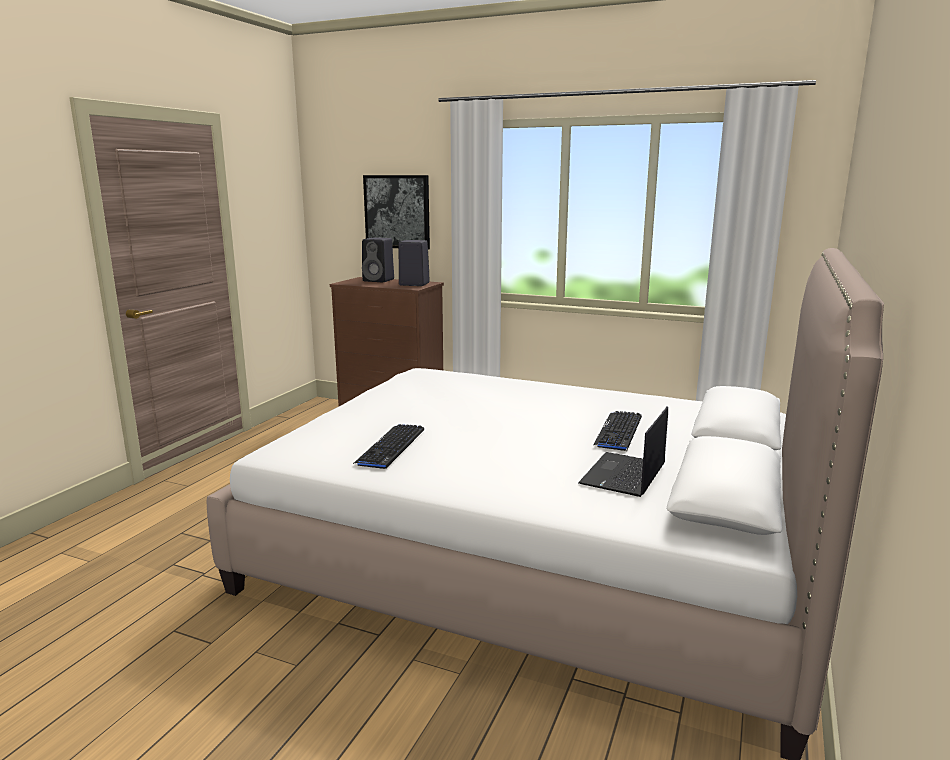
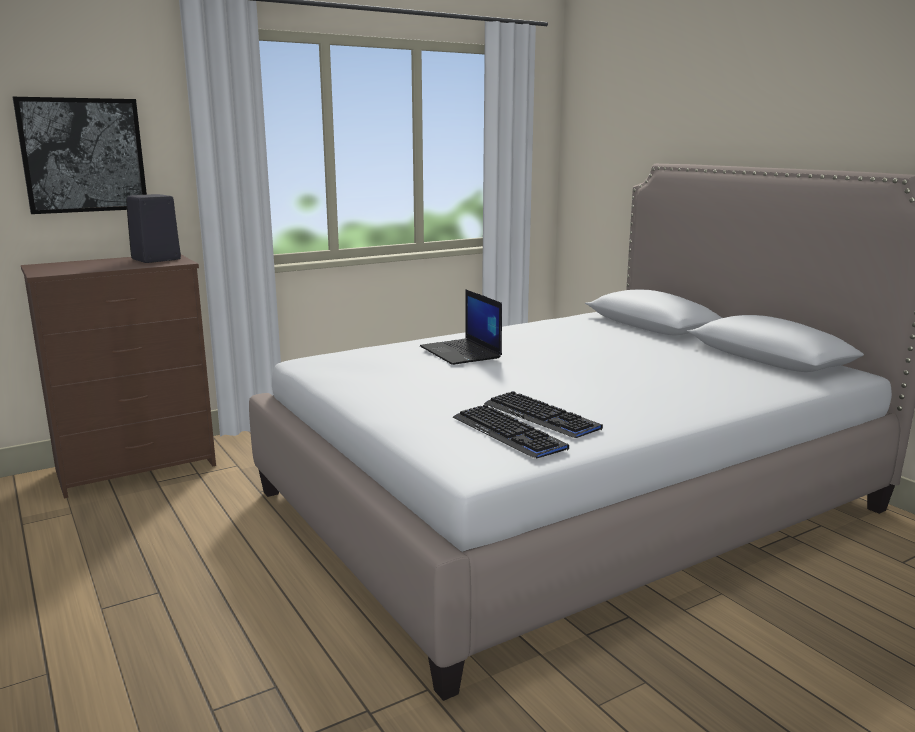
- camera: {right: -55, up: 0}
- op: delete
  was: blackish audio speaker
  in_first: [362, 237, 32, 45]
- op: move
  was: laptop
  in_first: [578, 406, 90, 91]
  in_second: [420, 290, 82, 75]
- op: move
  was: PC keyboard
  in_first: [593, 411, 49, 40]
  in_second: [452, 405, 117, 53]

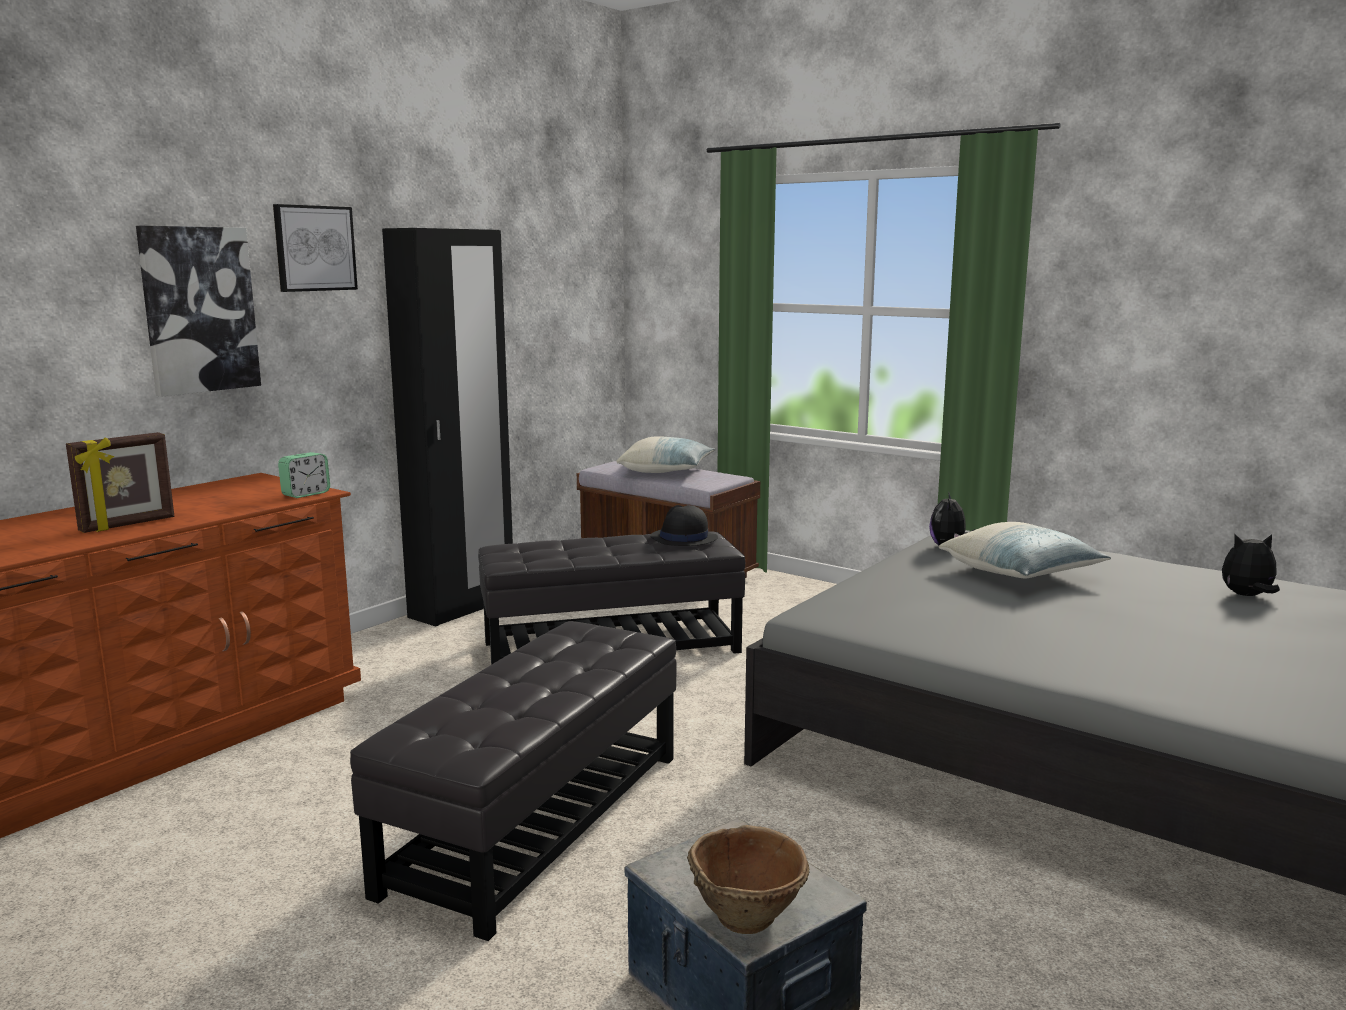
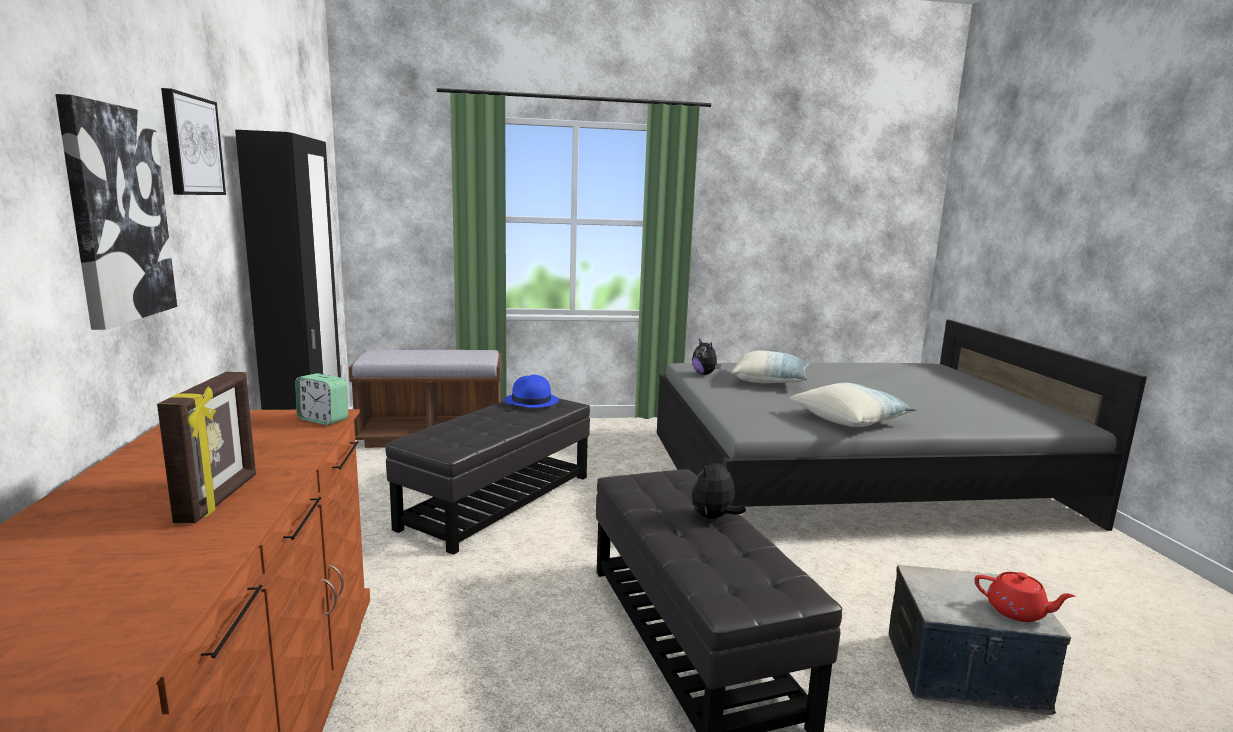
- camera: {right: -45, up: 0}
- op: move
  was: throw pillow
  in_first: [616, 436, 100, 37]
  in_second: [790, 383, 127, 44]
- op: rotate
  was: bedside clock
  in_first: [278, 452, 52, 46]
  in_second: [295, 373, 53, 52]
  clockwise: 120
- op: recolor
  was: blackish wearable hat
  now: bluish wearable hat
  in_first: [650, 505, 68, 41]
  in_second: [504, 375, 55, 33]
- op: move
  was: soft toy
  in_first: [1222, 534, 58, 62]
  in_second: [692, 456, 54, 63]
- op: replace
  was: brownish bowl
  now: red-coloured pot for tea
  in_first: [687, 825, 123, 109]
  in_second: [974, 572, 102, 50]

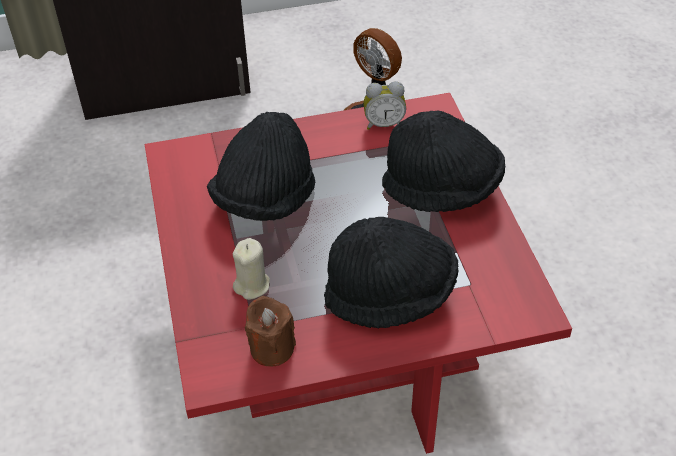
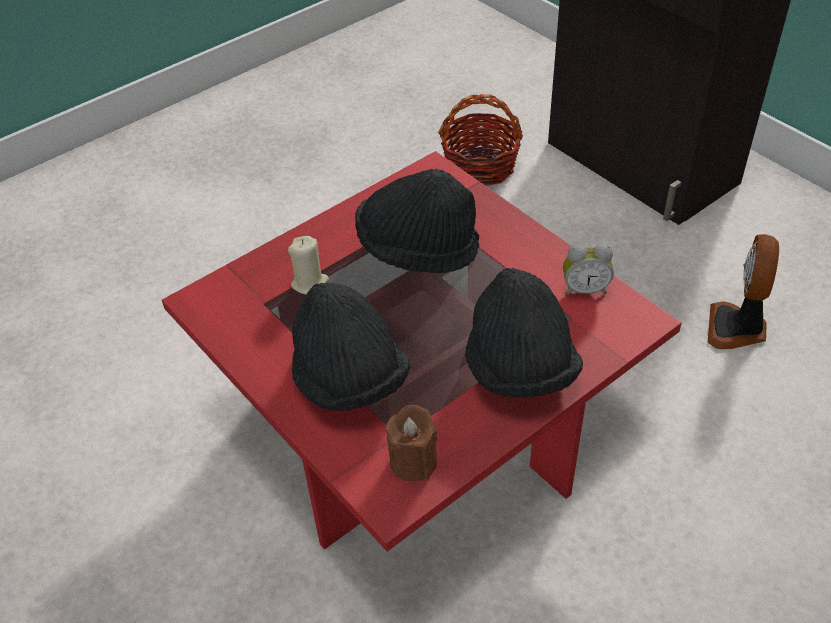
- camera: {right: 65, up: 0}
- op: rotate
  was: bedside clock
  in_first: [363, 81, 43, 49]
  in_second: [563, 243, 51, 53]
  clockwise: -60
- op: move
  was: brownish candle
  in_first: [245, 296, 51, 71]
  in_second: [385, 405, 52, 76]
- op: insert
  now: storage basket
  in_second: [438, 94, 85, 92]

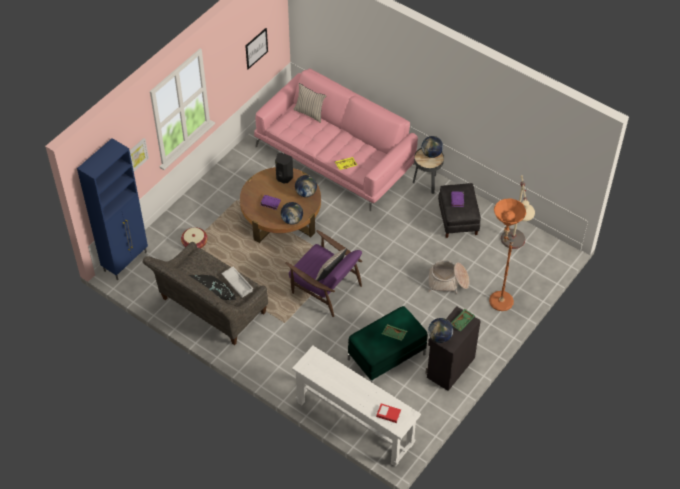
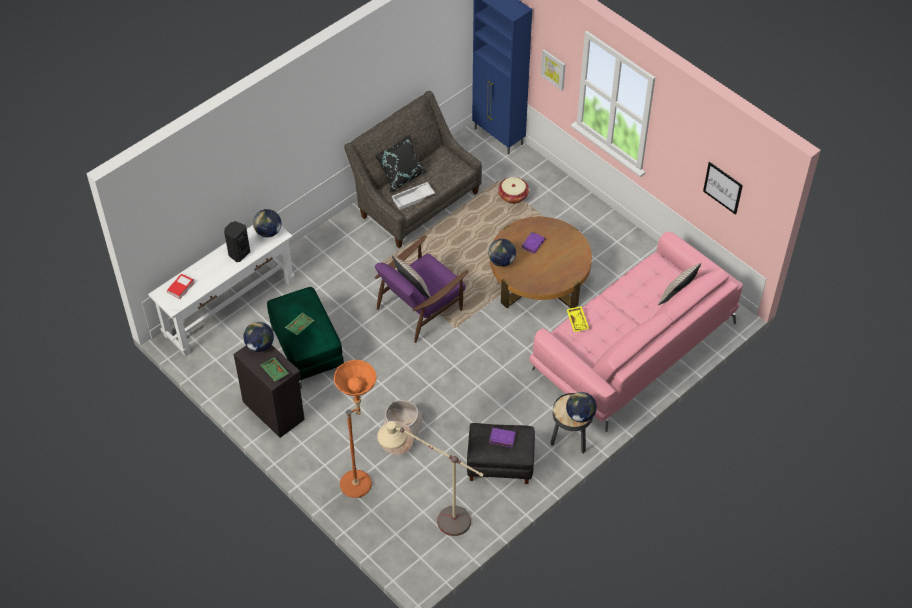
- camera: {right: 100, up: 0}
- op: move
  was: blackish audio speaker
  in_first: [275, 153, 18, 30]
  in_second: [224, 221, 26, 41]
- op: move
  was: desk globe
  in_first: [295, 175, 22, 22]
  in_second: [253, 209, 29, 28]

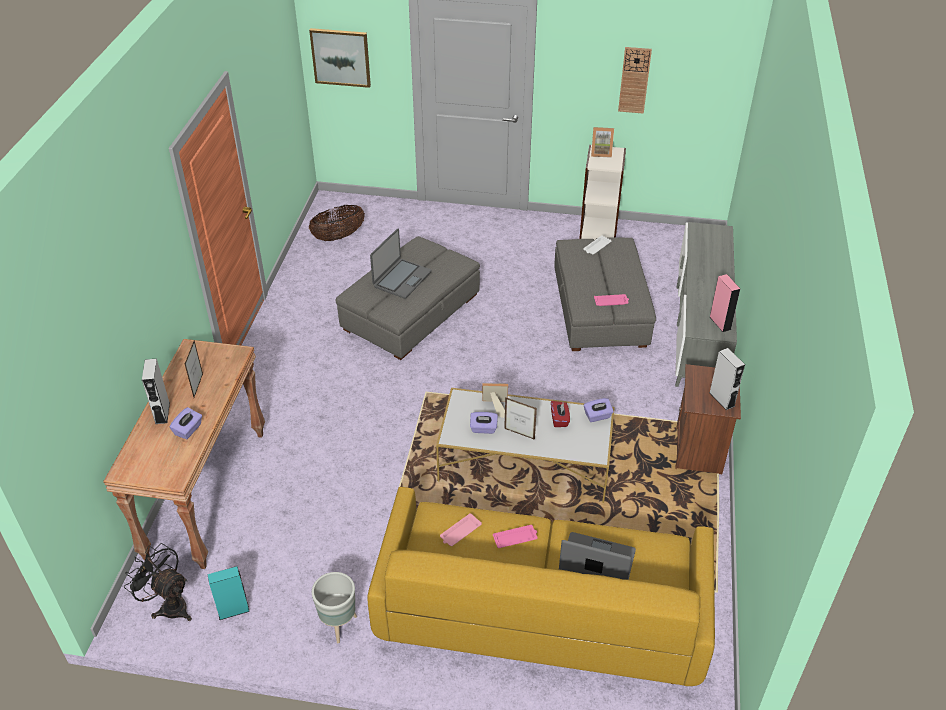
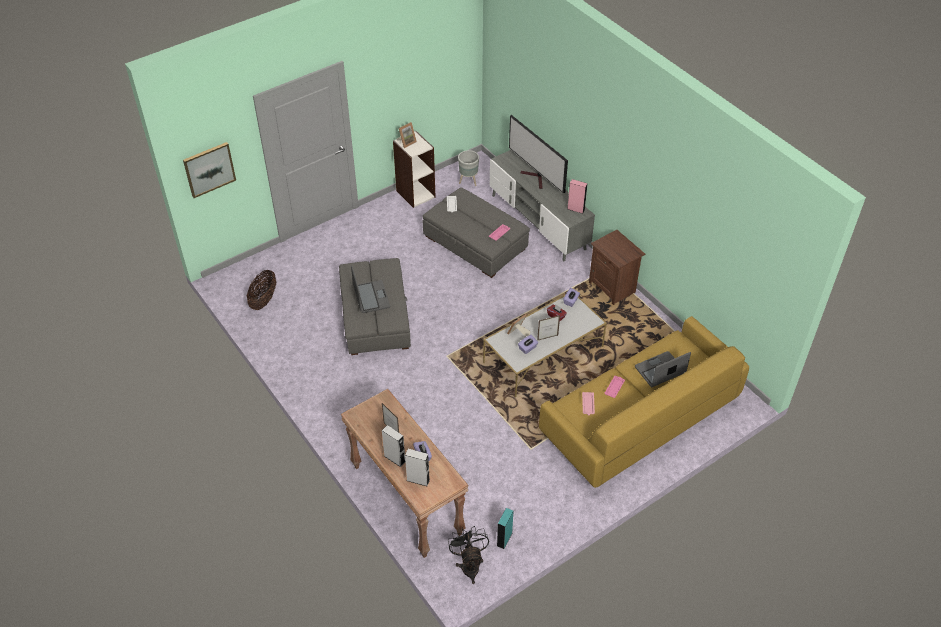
- camera: {right: -45, up: 5}
- op: delete
  was: hanging clock
  in_first: [618, 47, 34, 67]
- op: move
  was: greyish audio speaker
  in_first: [709, 348, 36, 62]
  in_second: [405, 449, 25, 37]
- op: rotate
  was: blackish cooling fan
  in_first: [124, 543, 68, 78]
  in_second: [448, 527, 41, 57]
  clockwise: 90
- op: move
  was: greyish flower pot
  in_first: [312, 572, 45, 71]
  in_second: [458, 150, 21, 36]
- op: insert
  now: television
  in_second: [509, 115, 59, 78]

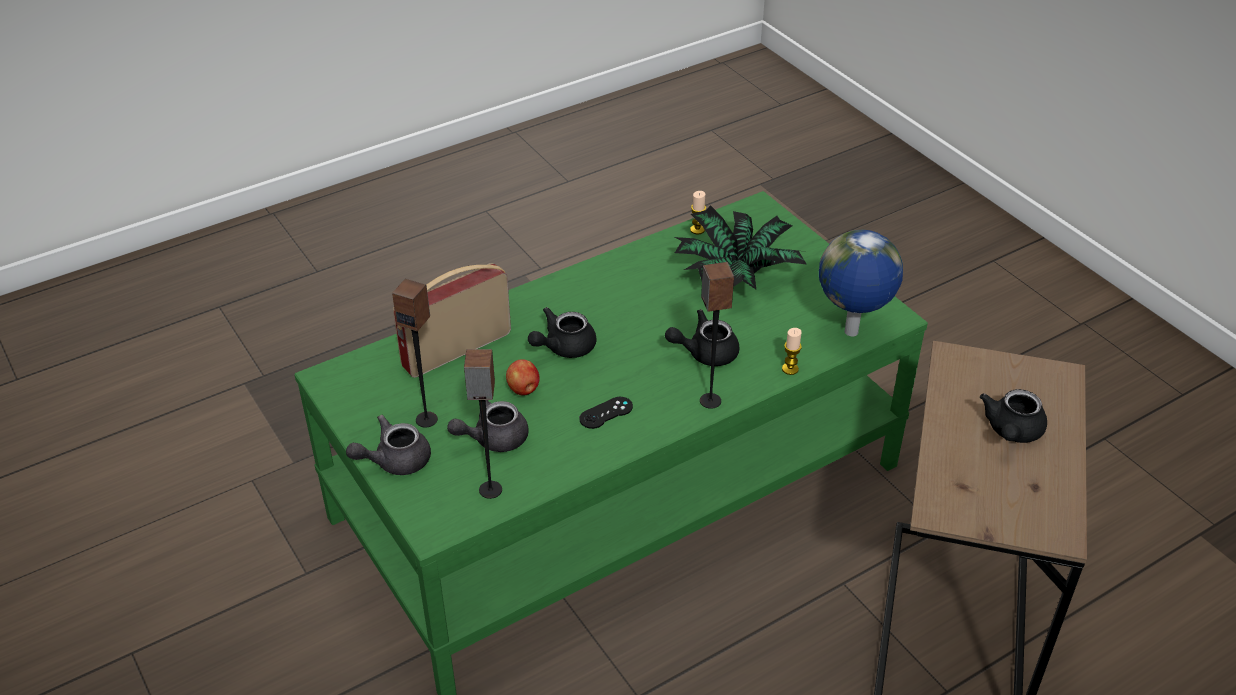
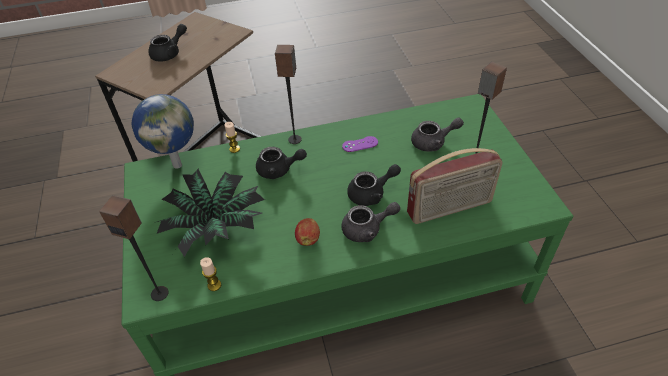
- camera: {right: -160, up: 5}
- op: move
  was: audio speaker
  in_first: [464, 349, 38, 150]
  in_second: [99, 195, 70, 106]
- op: move
  was: apple fruit
  in_first: [506, 359, 34, 37]
  in_second: [295, 218, 25, 28]
- op: recolor
  was: blackish joypad
  now: purplish joypad
  in_first: [580, 397, 53, 32]
  in_second: [342, 136, 36, 16]
- op: move
  was: greyish pot for tea
  in_first: [346, 415, 85, 60]
  in_second: [341, 202, 59, 40]

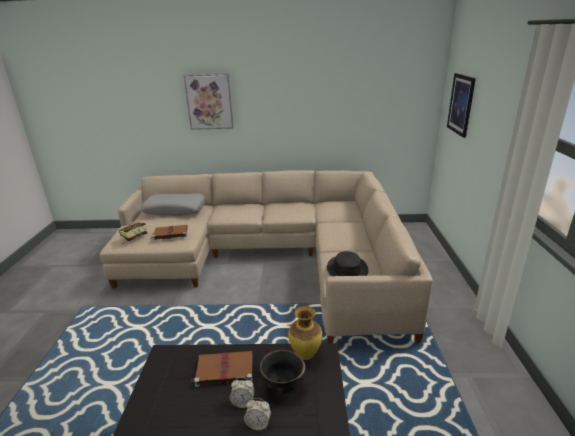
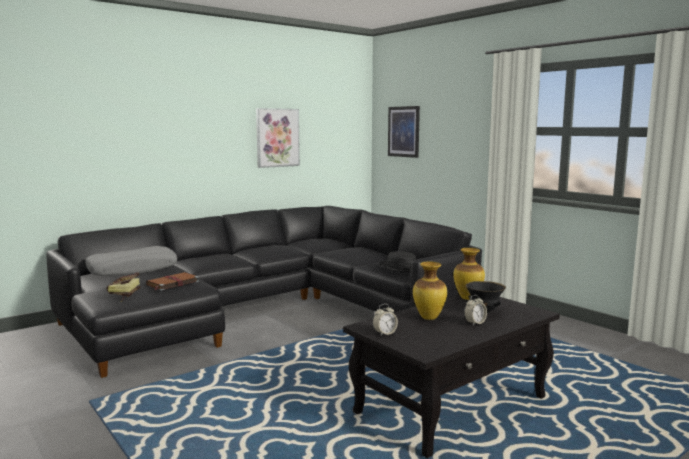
- camera: {right: -40, up: -15}
- op: move
  was: picture
  in_first: [184, 74, 49, 56]
  in_second: [256, 108, 44, 60]
- op: recolor
  was: beige settee
  now: blackish settee
  in_first: [100, 170, 333, 173]
  in_second: [46, 206, 436, 172]
- op: replace
  was: brownish bound book
  now: vase
  in_first: [191, 351, 62, 36]
  in_second: [413, 262, 34, 58]
- op: move
  was: bedside clock
  in_first: [244, 398, 27, 32]
  in_second: [373, 304, 25, 31]

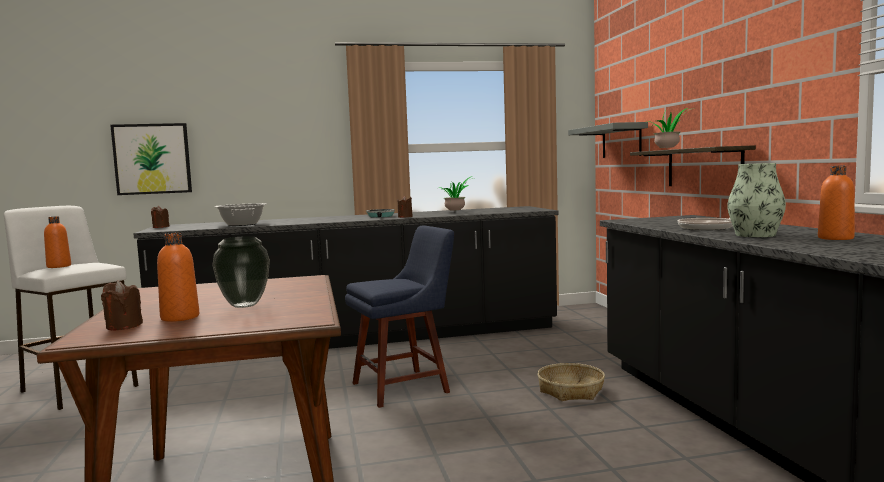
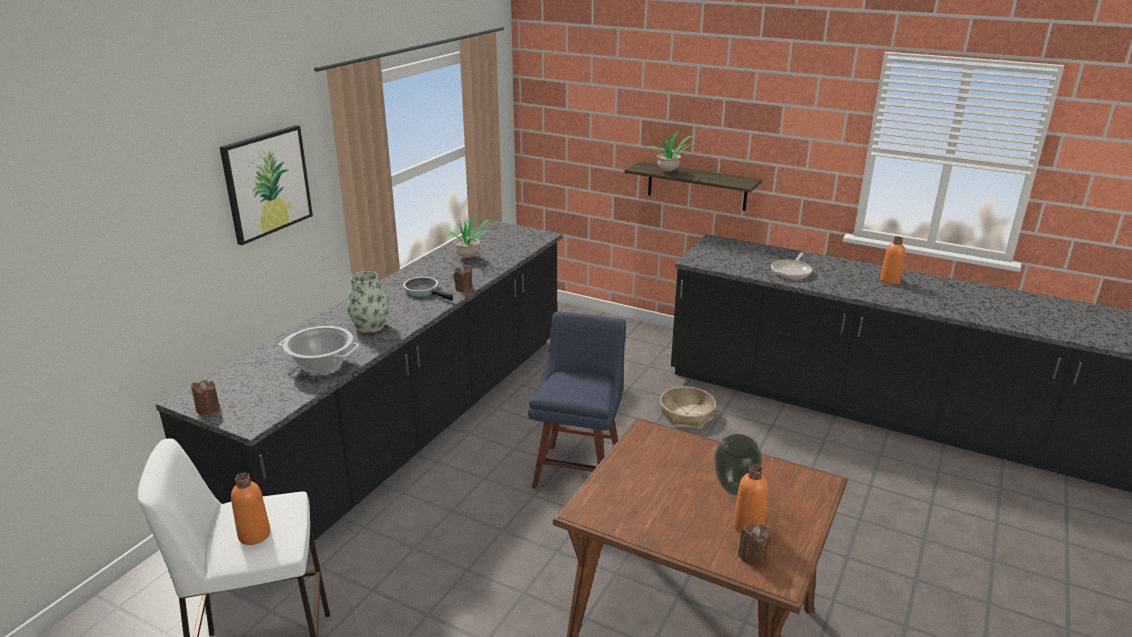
- camera: {right: -50, up: 20}
- op: delete
  was: greyish wall shelf
  in_first: [568, 122, 80, 36]
- op: move
  was: picture
  in_first: [110, 123, 82, 72]
  in_second: [220, 125, 93, 120]
- op: move
  was: vase
  in_first: [727, 163, 59, 74]
  in_second: [347, 271, 41, 62]

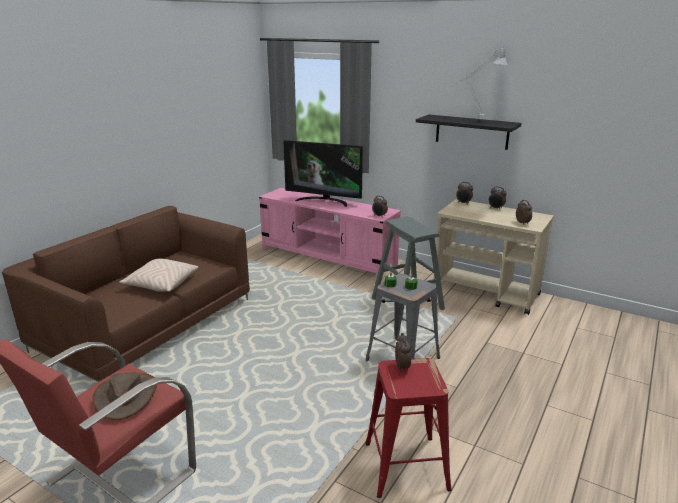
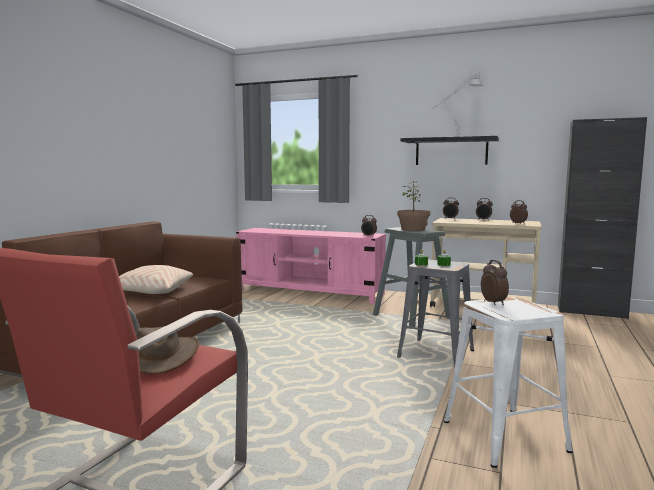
- camera: {right: -10, up: -15}
- op: delete
  was: television
  in_first: [283, 140, 80, 67]
- op: recolor
  was: red-coloured stool seat
  now: whitish stool seat
  in_first: [365, 358, 86, 140]
  in_second: [444, 297, 129, 171]
- op: insert
  now: blackish cupboard
  in_second: [558, 117, 89, 202]
- op: insert
  now: houseplant
  in_second: [397, 181, 33, 50]

